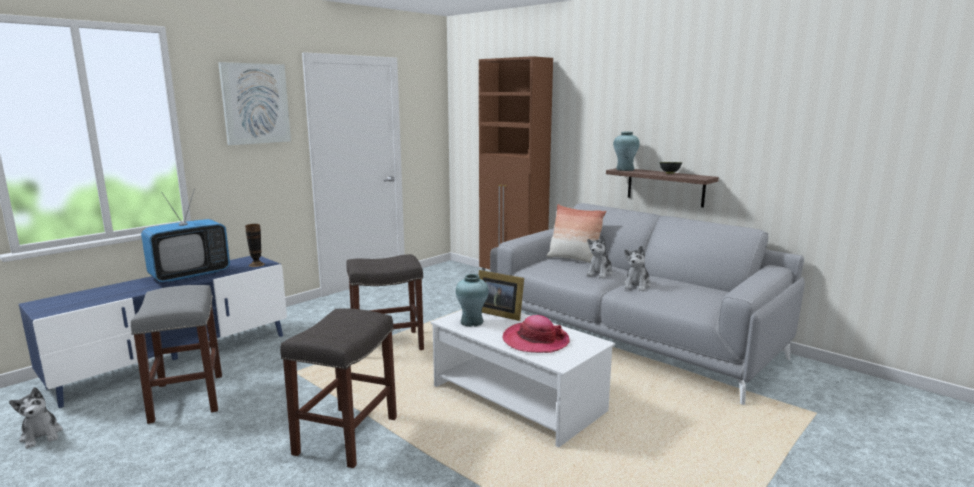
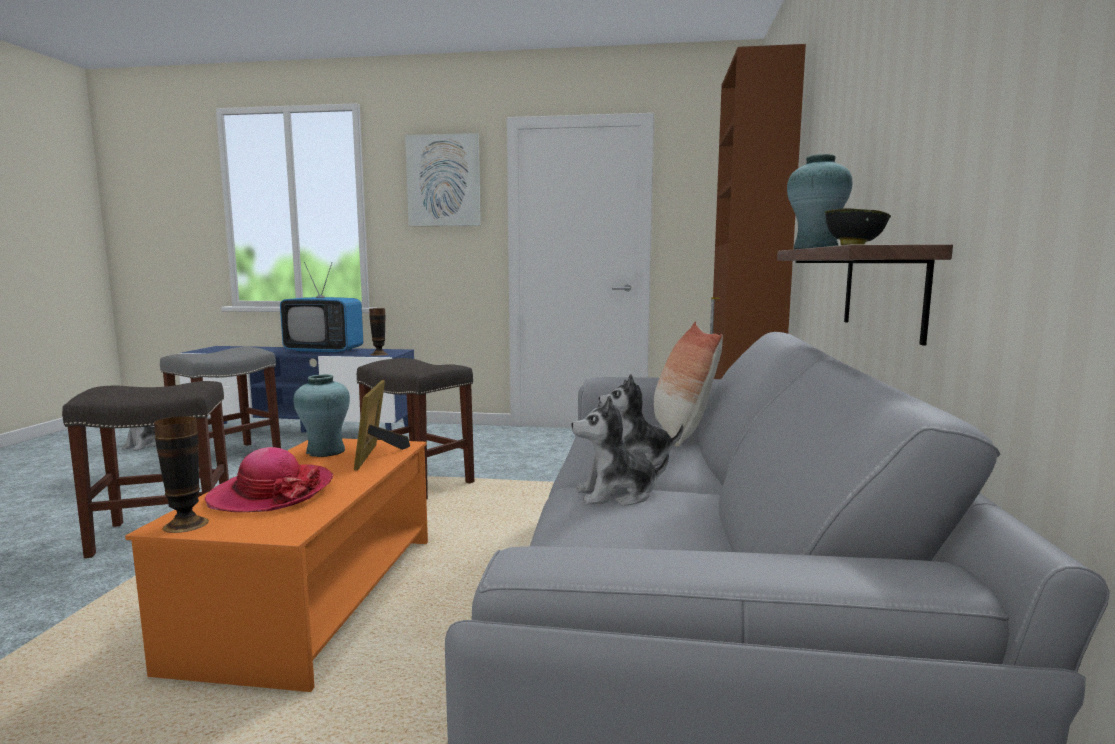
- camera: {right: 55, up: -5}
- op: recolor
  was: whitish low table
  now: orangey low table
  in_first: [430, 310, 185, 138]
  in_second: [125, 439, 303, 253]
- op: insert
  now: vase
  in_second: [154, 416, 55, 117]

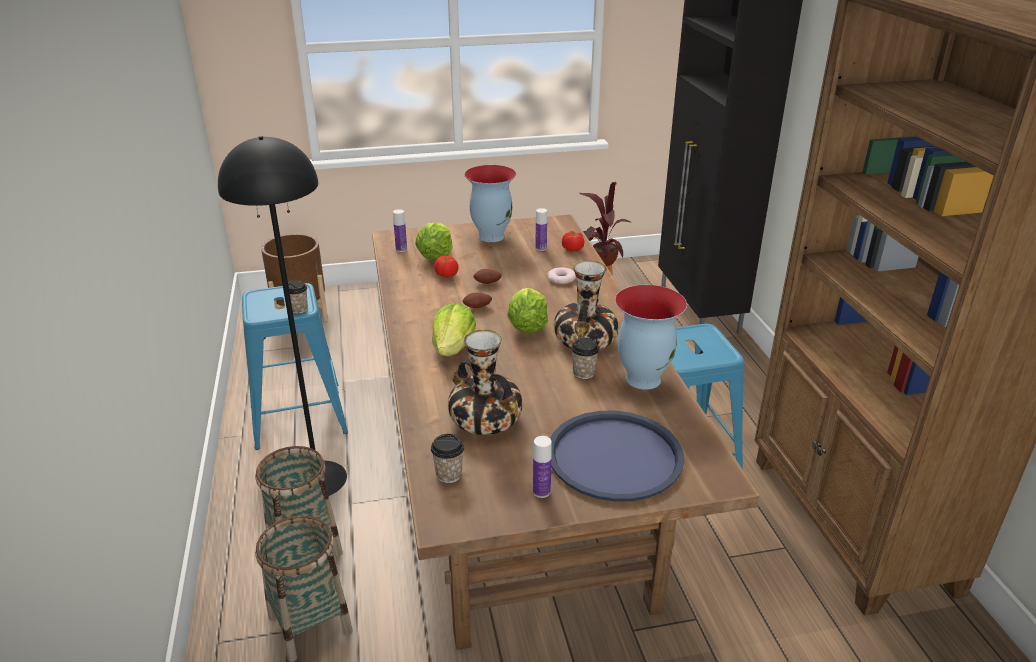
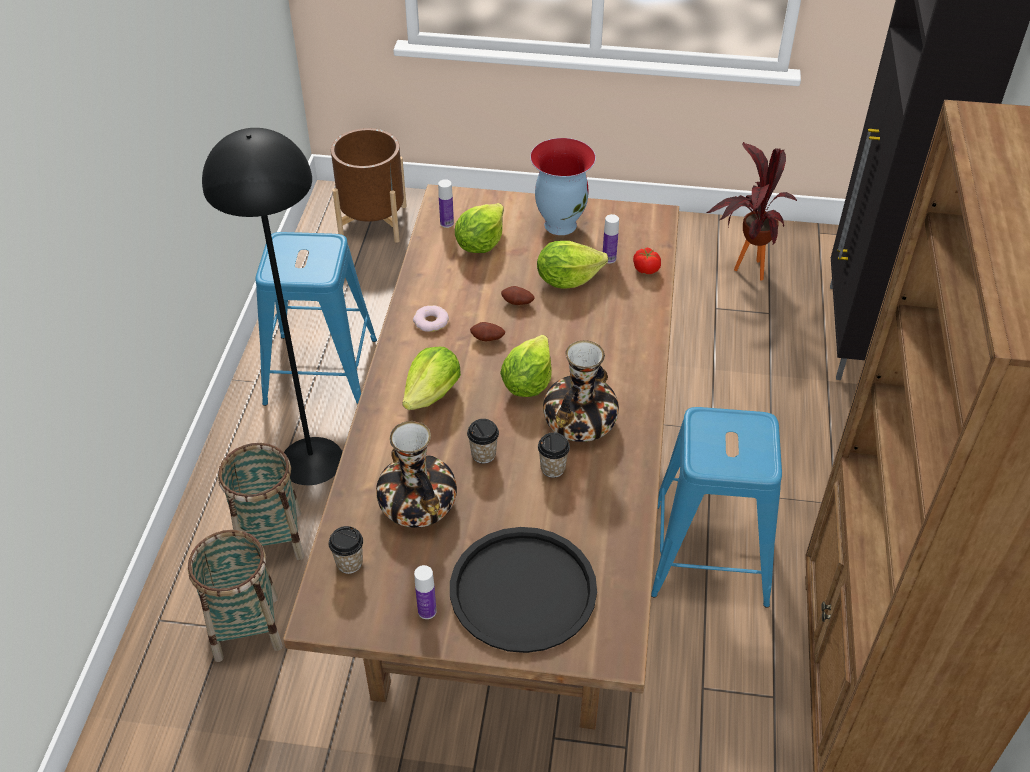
- camera: {right: 20, up: 15}
- op: delete
  was: tomato
  in_first: [434, 255, 25, 23]
- op: move
  was: ring doughnut
  in_first: [547, 267, 29, 17]
  in_second: [413, 305, 36, 27]
- op: move
  was: small cup
  in_first: [288, 280, 20, 34]
  in_second: [467, 419, 32, 45]
- op: delete
  was: vase
  in_first: [615, 285, 72, 104]
- op: recolor
  was: bluish carrying tray
  now: blackish carrying tray
  in_first: [550, 411, 134, 91]
  in_second: [450, 527, 147, 126]
- op: insert
  now: lettuce
  in_second: [537, 241, 71, 48]

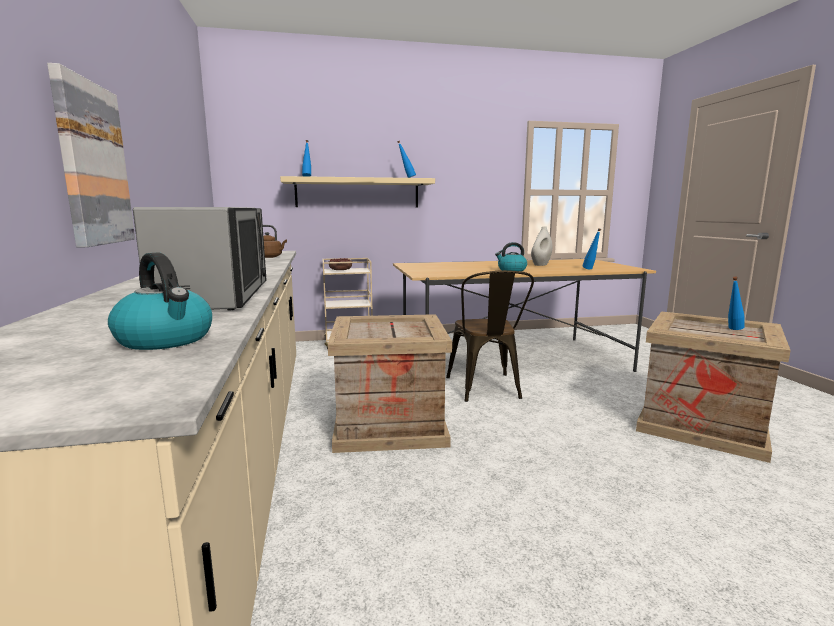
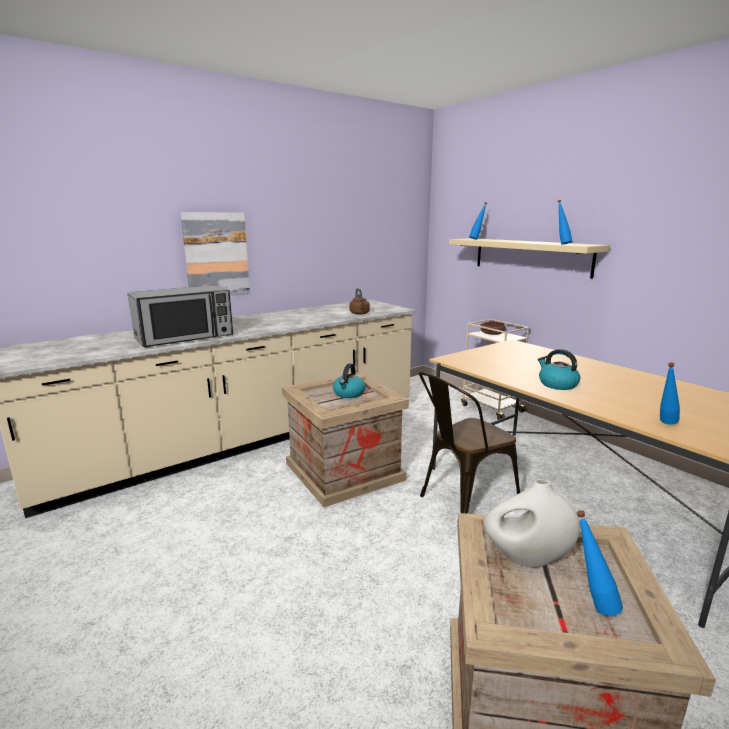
- camera: {right: 65, up: 5}
- op: move
  was: whitish vase
  in_first: [531, 227, 21, 39]
  in_second: [484, 479, 96, 89]
- op: move
  was: kettle
  in_first: [108, 252, 104, 98]
  in_second: [333, 363, 32, 35]

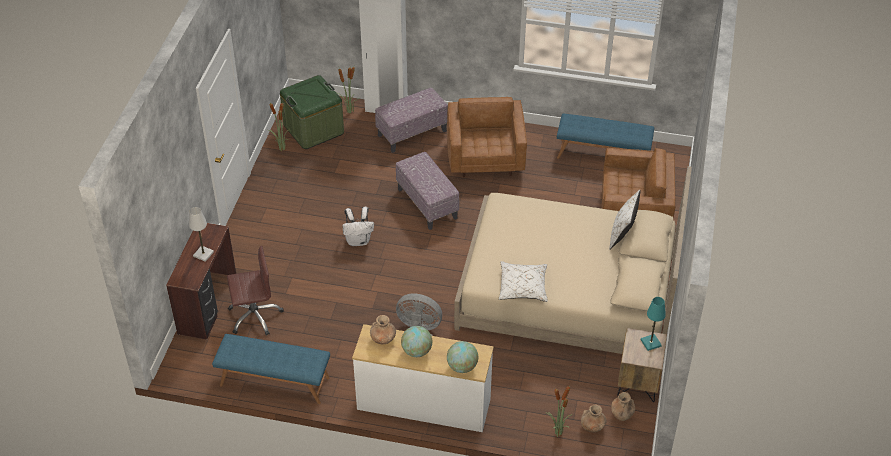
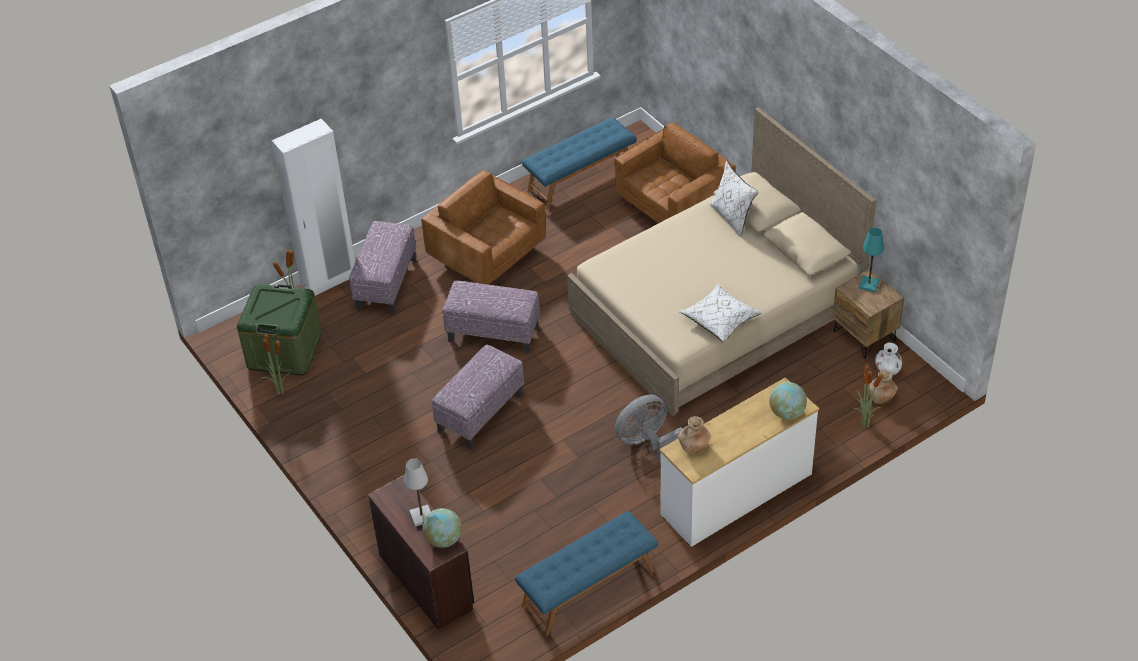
- camera: {right: -45, up: 0}
- op: replace
  was: whitish rucksack
  now: footrest
  in_first: [343, 207, 31, 39]
  in_second: [432, 345, 92, 105]
- op: delete
  was: brownish desk chair
  in_first: [227, 246, 57, 90]
- op: move
  was: desk globe
  in_first: [401, 326, 31, 31]
  in_second: [423, 508, 39, 40]
- op: recolor
  was: brownish vase
  now: whitish vase
  in_first: [611, 392, 24, 29]
  in_second: [875, 342, 27, 33]

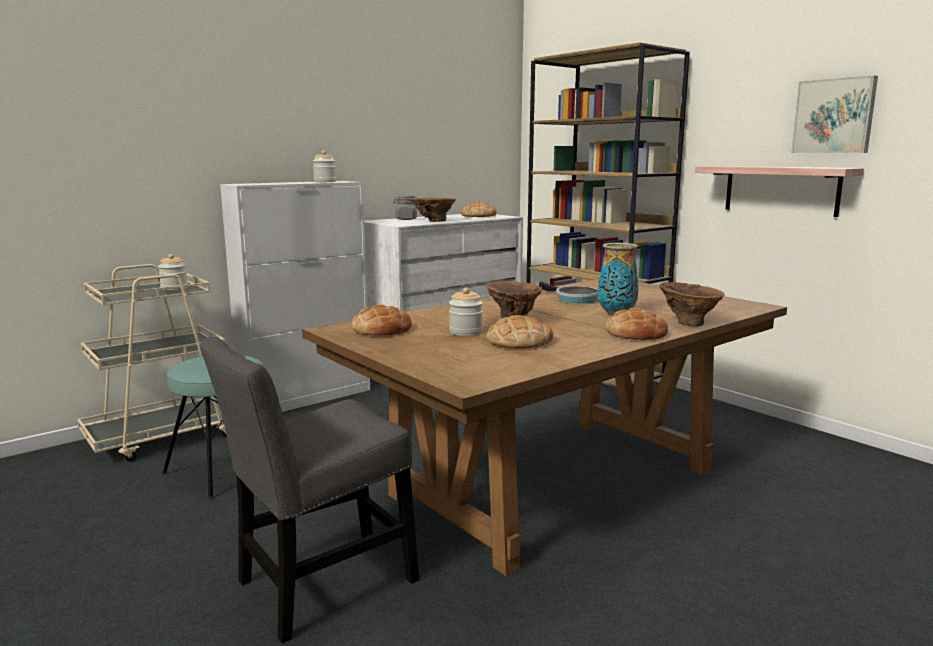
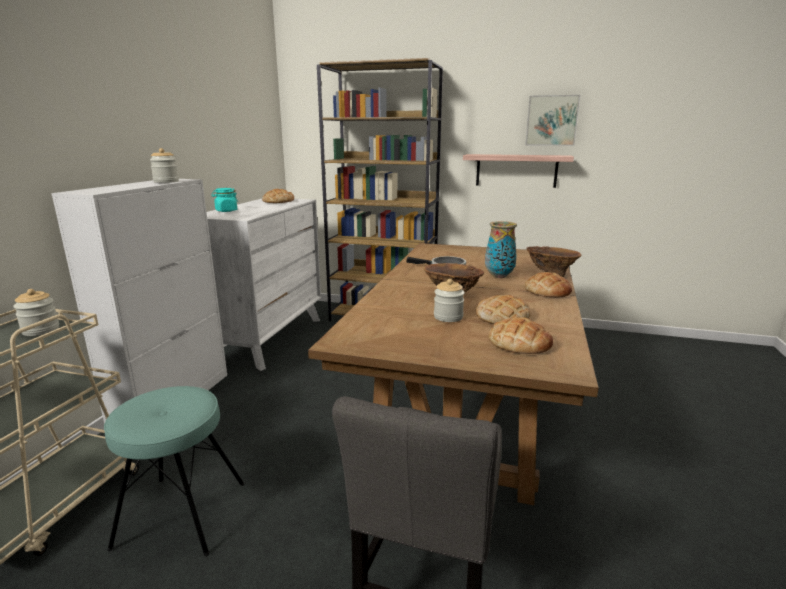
- camera: {right: -35, up: 5}
- op: recolor
  was: greyish preserve jar
  now: turquoise-coloured preserve jar
  in_first: [393, 195, 24, 25]
  in_second: [211, 188, 27, 24]
- op: delete
  was: brownish vase
  in_first: [411, 198, 45, 24]
- op: move
  was: bakery bread
  in_first: [352, 304, 60, 32]
  in_second: [489, 317, 64, 37]

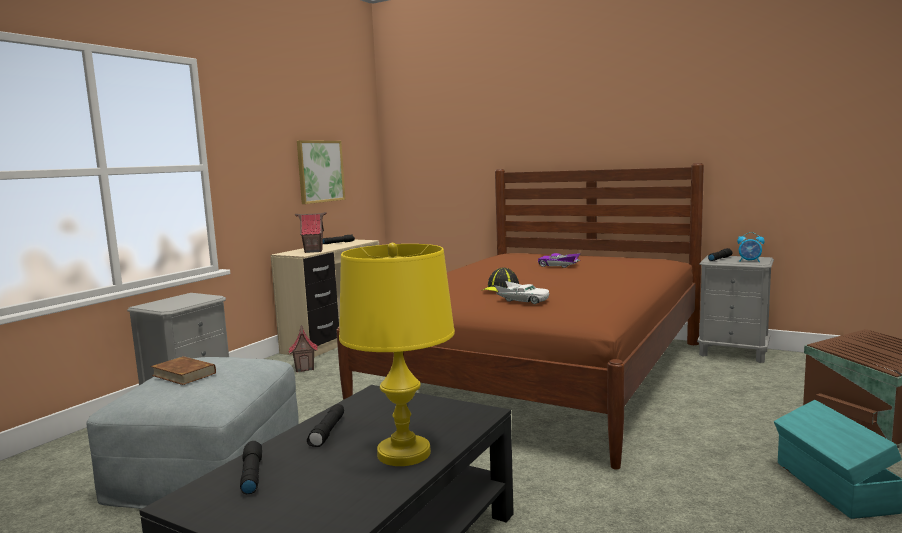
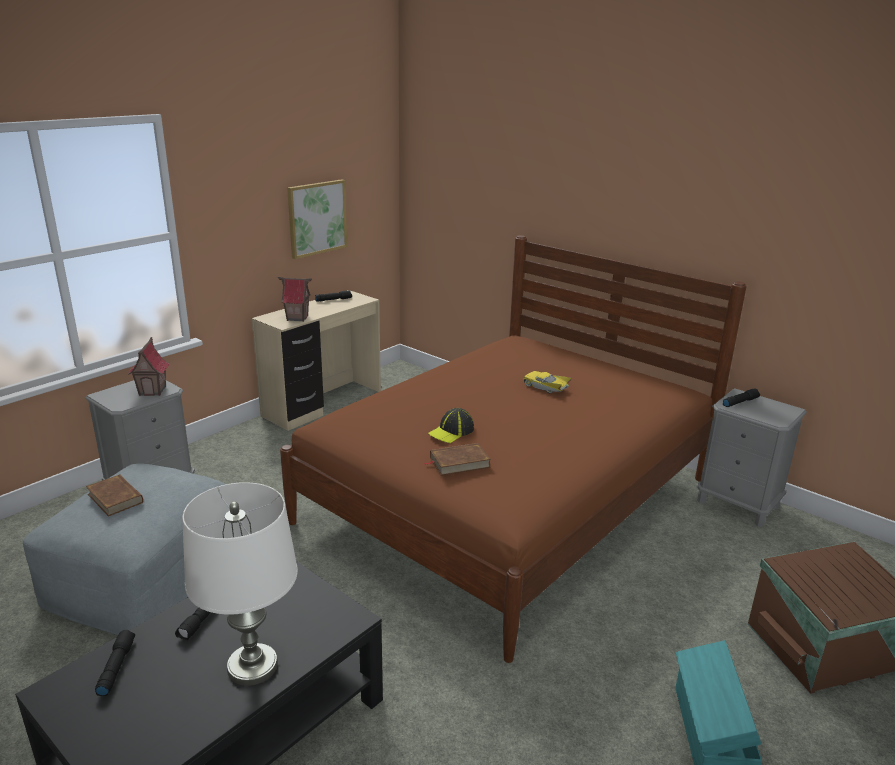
- camera: {right: 10, up: 15}
- op: delete
  was: bedside clock
  in_first: [737, 232, 28, 30]
- op: recolor
  was: yellowish lamp for a table
  now: whitish lamp for a table
  in_first: [339, 243, 116, 223]
  in_second: [182, 482, 116, 204]
- op: recolor
  was: purplish model car
  now: yellowish model car
  in_first: [538, 253, 43, 15]
  in_second: [524, 371, 48, 22]
- op: replace
  was: whitish model car
  now: brownish bound book
  in_first: [494, 281, 56, 23]
  in_second: [424, 443, 67, 33]
- op: move
  was: miniature house
  in_first: [289, 325, 29, 47]
  in_second: [128, 337, 42, 59]

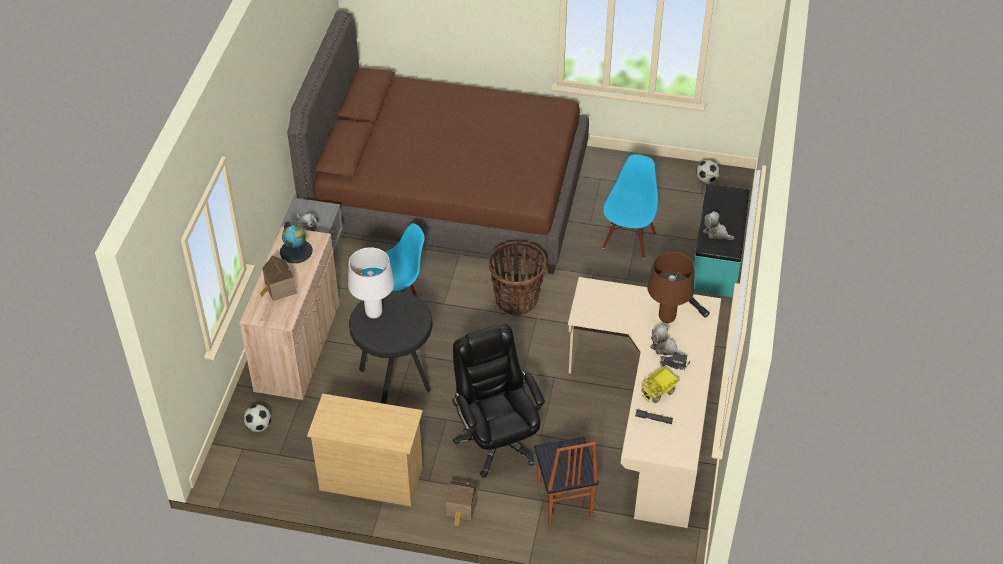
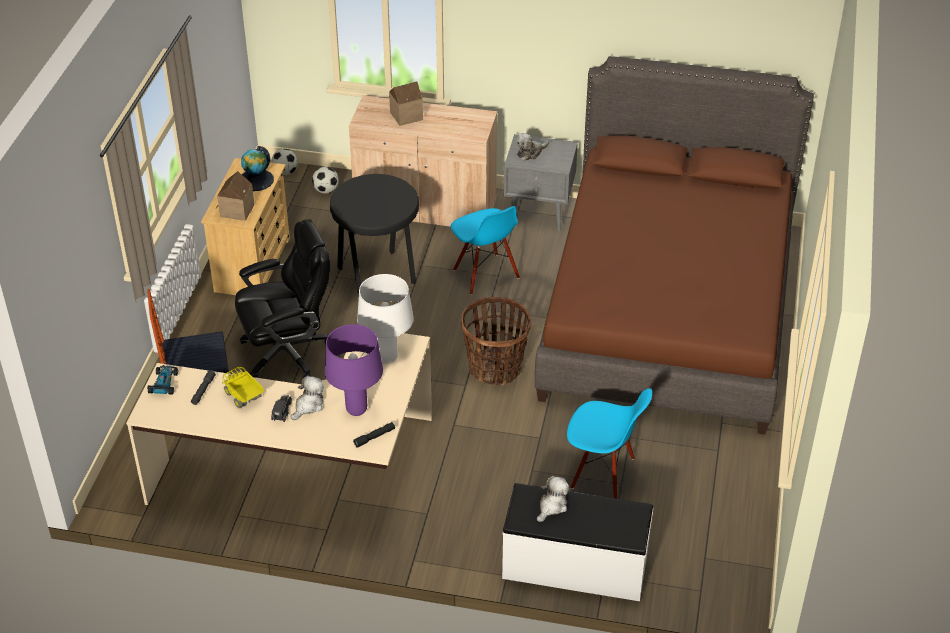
- camera: {right: 90, up: -5}
- op: move
  was: football
  in_first: [696, 160, 24, 23]
  in_second: [272, 149, 26, 26]
- op: recolor
  was: turquoise-coloured indoor bench
  now: whitish indoor bench
  in_first: [694, 184, 56, 113]
  in_second: [502, 483, 151, 118]
- op: move
  was: desk globe
  in_first: [280, 222, 33, 41]
  in_second: [241, 146, 33, 45]
- op: move
  was: whitish lamp for a table
  in_first: [348, 247, 46, 72]
  in_second: [357, 274, 57, 90]
- op: recolor
  was: brownish lamp for a table
  now: purplish lamp for a table
  in_first: [648, 252, 46, 71]
  in_second: [325, 324, 58, 92]
- op: move
  was: miniature house
  in_first: [446, 480, 32, 46]
  in_second: [215, 171, 40, 50]
- op: insert
  now: model car
  in_second: [147, 365, 31, 30]

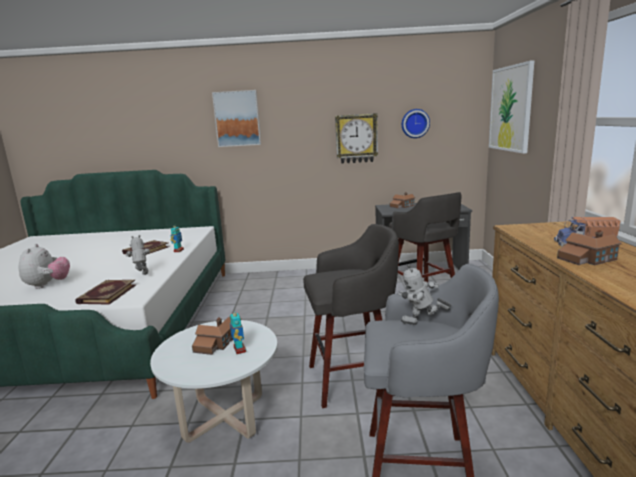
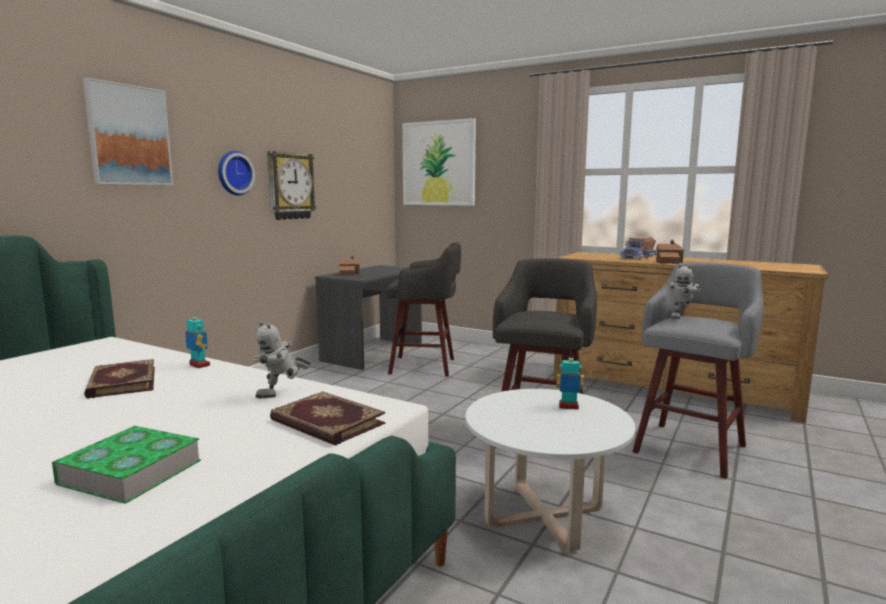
- camera: {right: -60, up: -5}
- op: move
  was: hanging clock
  in_first: [402, 109, 28, 29]
  in_second: [218, 151, 37, 44]
- op: rotate
  was: toy robot
  in_first: [126, 235, 24, 40]
  in_second: [254, 321, 57, 77]
  clockwise: -60
- op: replace
  was: soft toy
  now: bound book
  in_first: [19, 244, 51, 45]
  in_second: [52, 426, 149, 78]
- op: delete
  was: miniature house
  in_first: [192, 317, 41, 38]

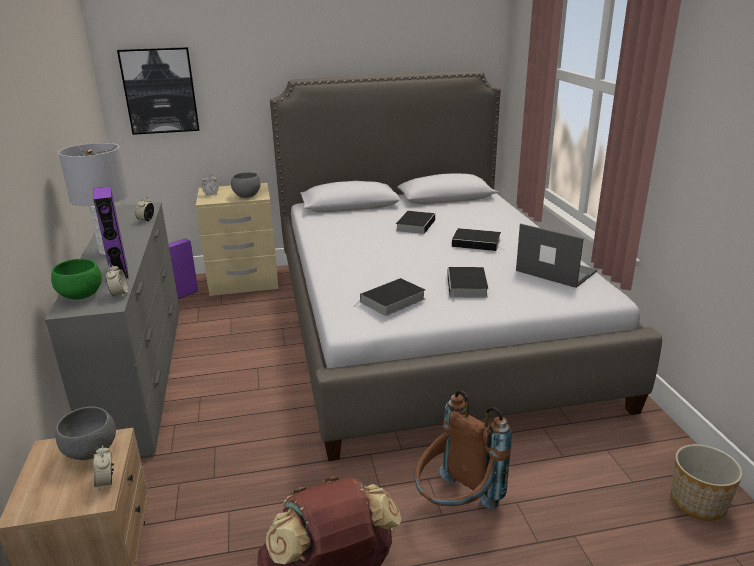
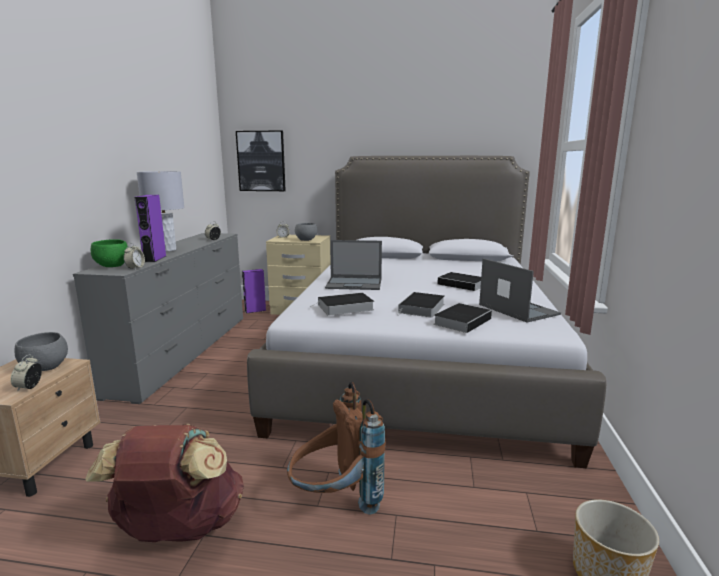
- camera: {right: 20, up: -10}
- op: move
  was: bound book
  in_first: [396, 211, 39, 23]
  in_second: [433, 303, 59, 30]
- op: insert
  now: laptop
  in_second: [325, 240, 57, 50]

